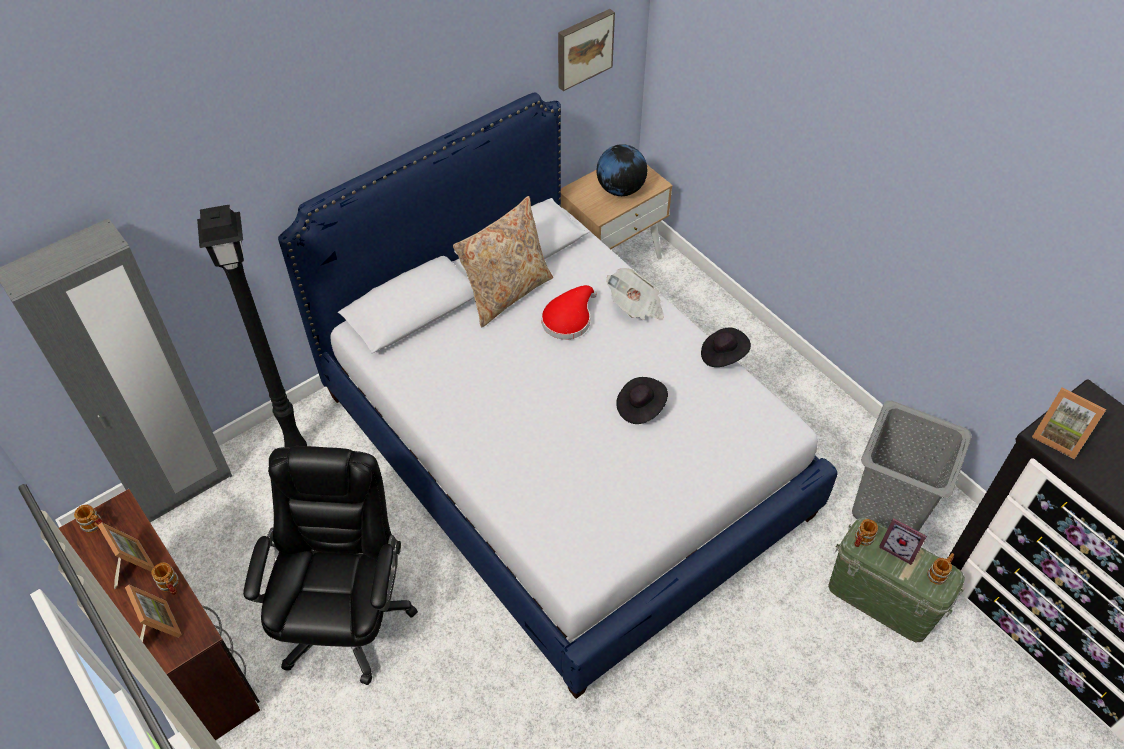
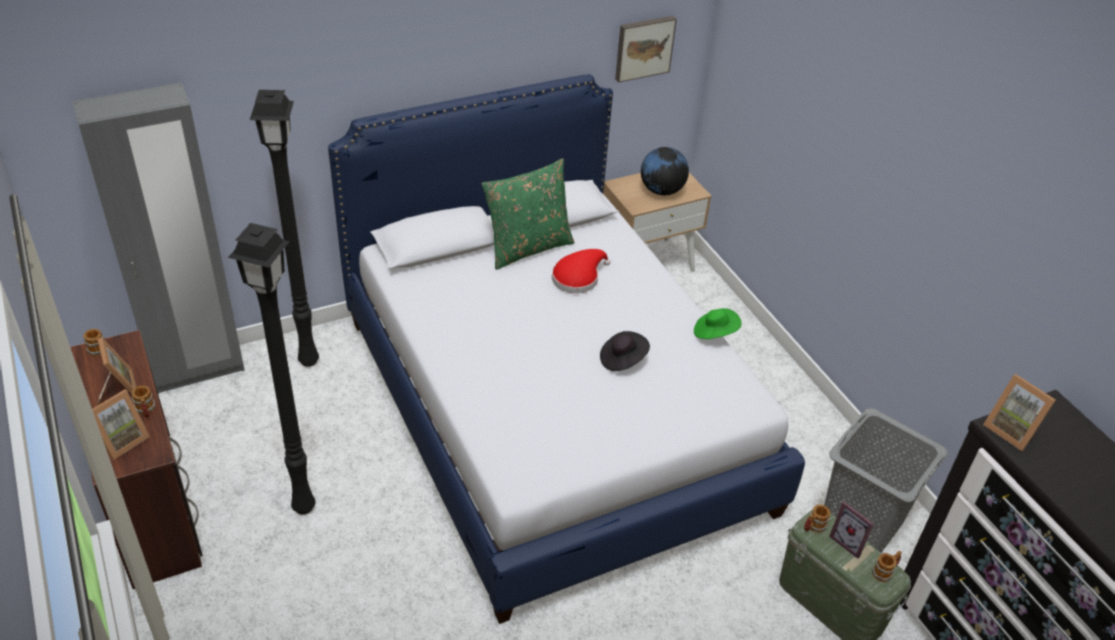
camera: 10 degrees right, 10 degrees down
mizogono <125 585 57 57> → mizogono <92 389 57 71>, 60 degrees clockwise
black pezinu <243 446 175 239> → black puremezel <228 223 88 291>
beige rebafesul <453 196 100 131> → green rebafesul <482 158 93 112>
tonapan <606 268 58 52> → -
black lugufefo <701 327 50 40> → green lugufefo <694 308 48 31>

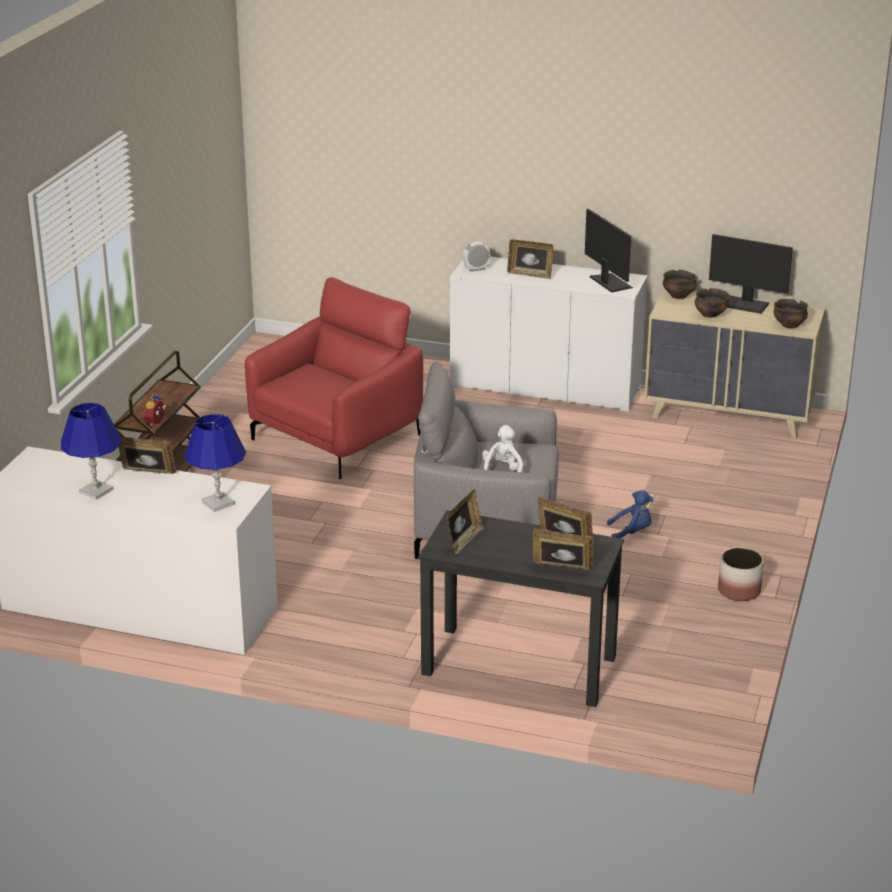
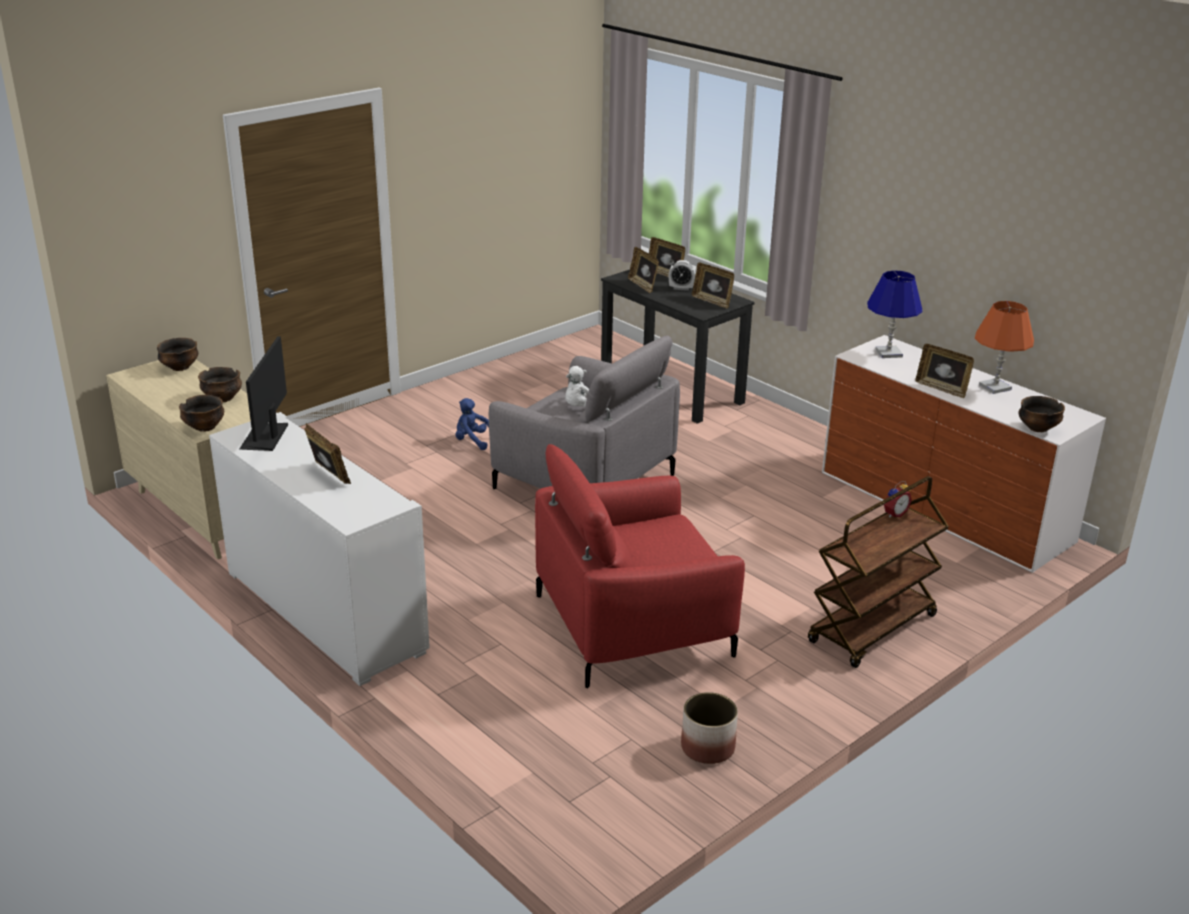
camera: 150 degrees left, 0 degrees up
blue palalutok <61 403 60 96> → orange palalutok <975 301 59 93>
mizogono <446 489 38 66> → mizogono <692 263 42 45>, 105 degrees counterclockwise
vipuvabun <463 241 27 31> → vipuvabun <669 260 27 31>, relocated
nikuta <709 234 84 80> → -
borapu <718 547 46 54> → borapu <681 692 57 72>, relocated
- → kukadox <1018 396 47 36>

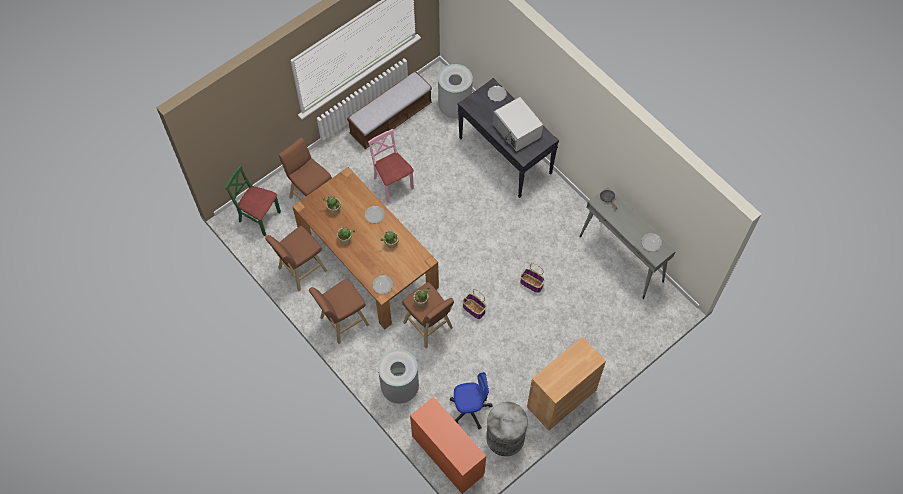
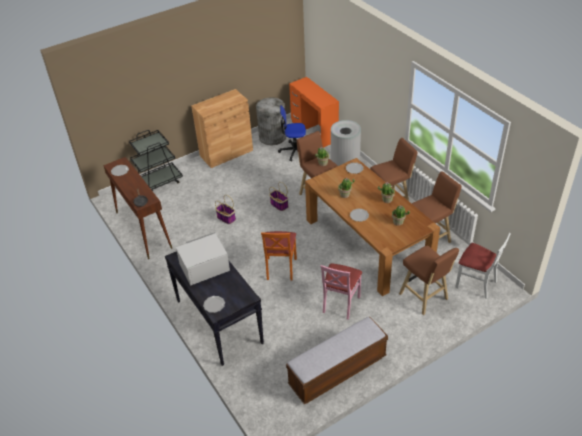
camera: 170 degrees left, 20 degrees down
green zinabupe <225 165 56 71> → white zinabupe <455 233 56 66>
pink zinabupe <368 129 46 74> → pink zinabupe <321 264 41 56>, 45 degrees clockwise
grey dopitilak <438 64 35 54> → -
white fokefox <493 97 50 55> → white fokefox <176 232 54 54>, 90 degrees counterclockwise
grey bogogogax <579 187 97 112> → brown bogogogax <103 157 69 102>
- → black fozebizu <129 130 54 61>
- → orange zinabupe <261 231 36 50>

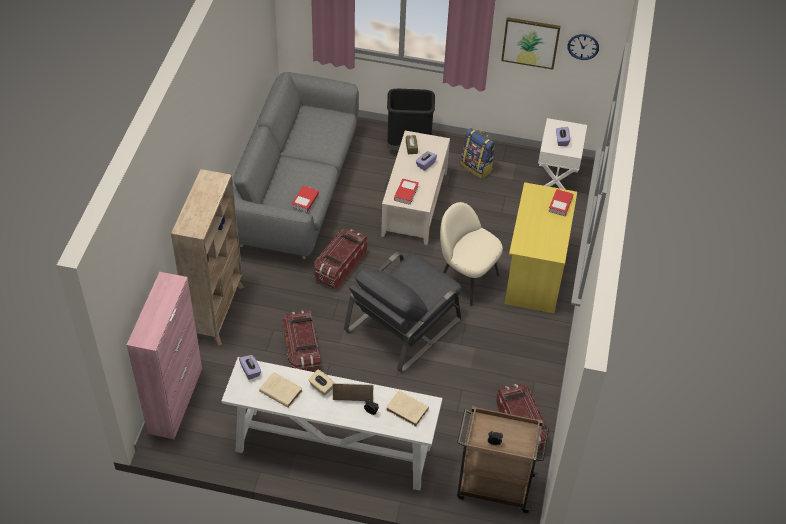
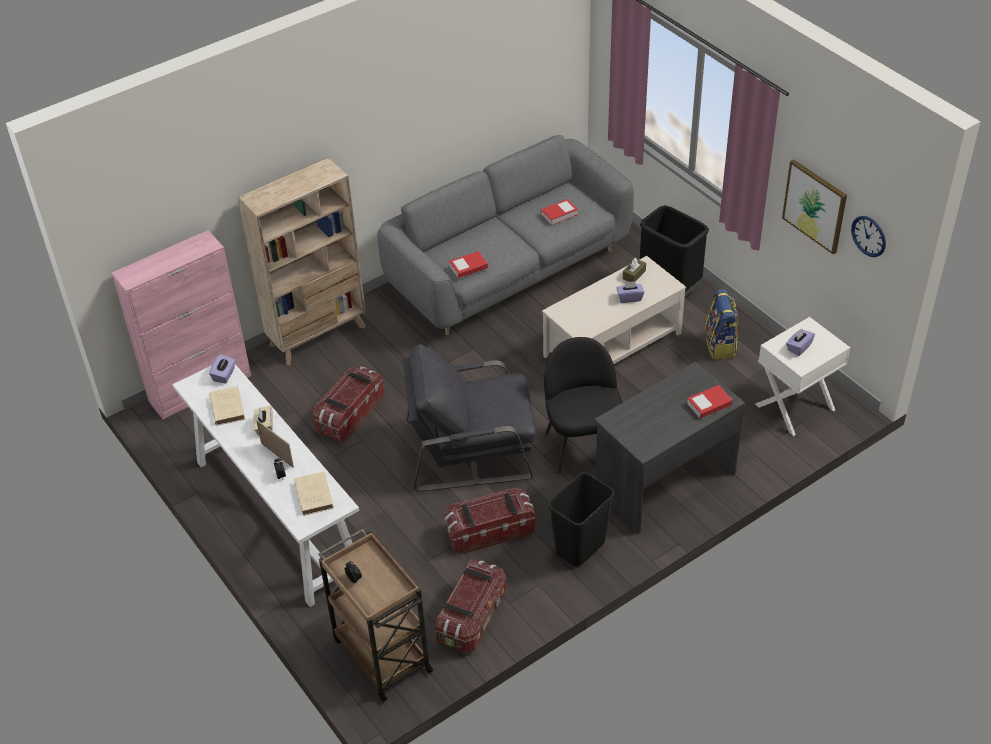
camera: 45 degrees right, 5 degrees down
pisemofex <314 228 53 61> → pisemofex <444 488 91 67>, relocated
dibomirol <394 179 25 26> → dibomirol <541 199 37 26>, relocated
beige zinabupe <440 202 63 104> → black zinabupe <544 337 79 136>
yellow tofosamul <505 182 72 131> → grey tofosamul <594 361 151 173>
- → black dopitilak <548 472 67 94>

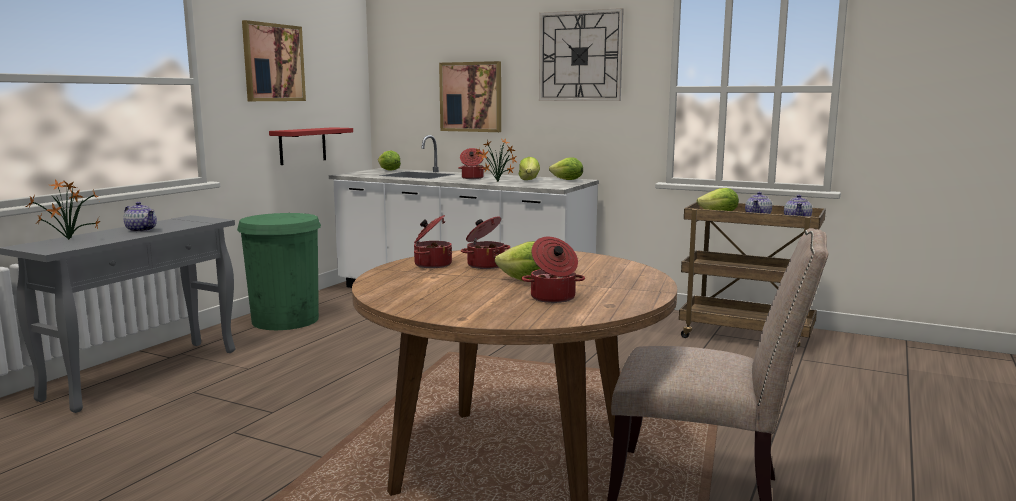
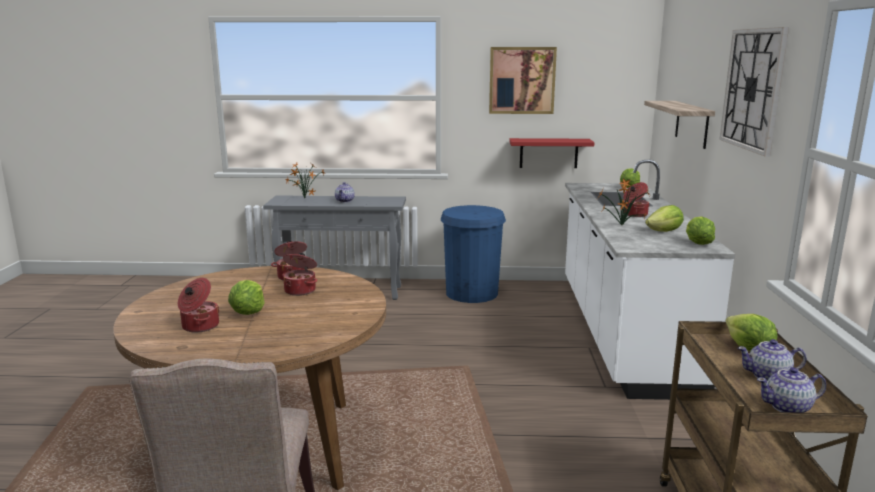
camera: 65 degrees right, 5 degrees up
green dopitilak <237 213 84 117> → blue dopitilak <441 205 65 98>
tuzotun <439 61 62 71> → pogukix <644 101 71 48>

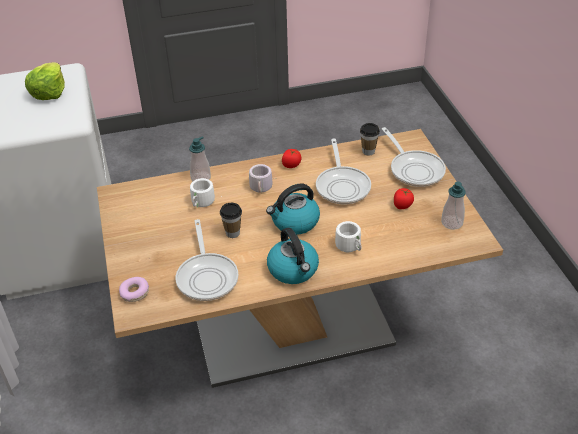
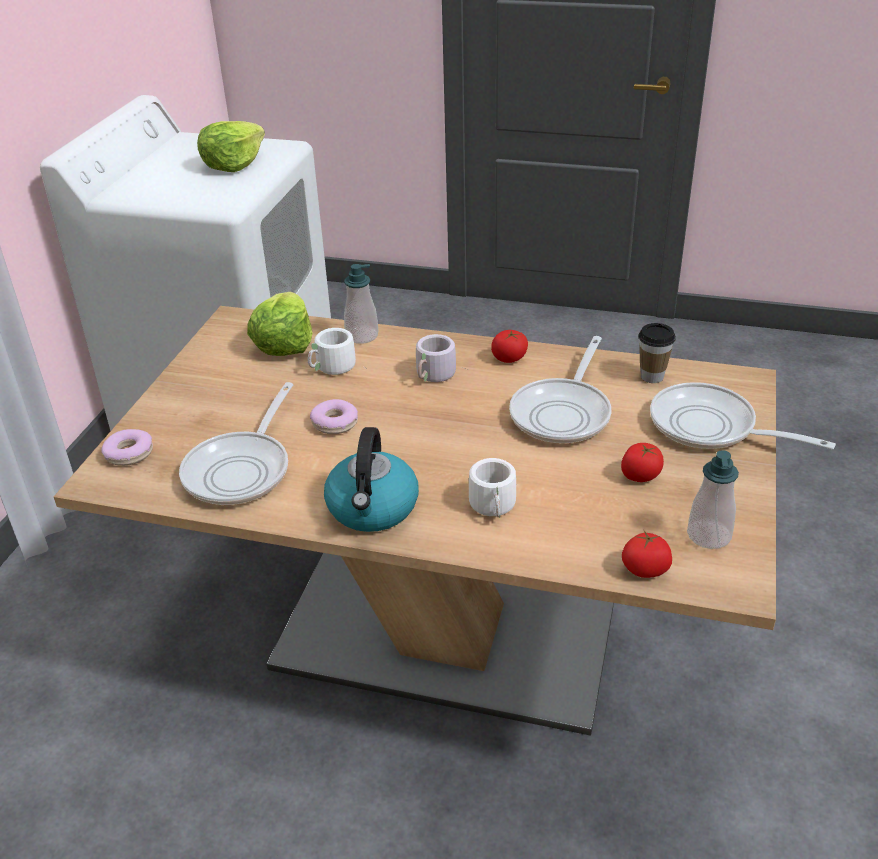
camera: 30 degrees right, 5 degrees down
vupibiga <220 203 22 35> → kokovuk <310 399 48 35>
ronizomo <266 183 54 52> → -
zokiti <382 127 64 60> → zokiti <650 382 186 67>, 120 degrees clockwise
- → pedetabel <247 292 66 64>
- → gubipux <622 531 50 47>

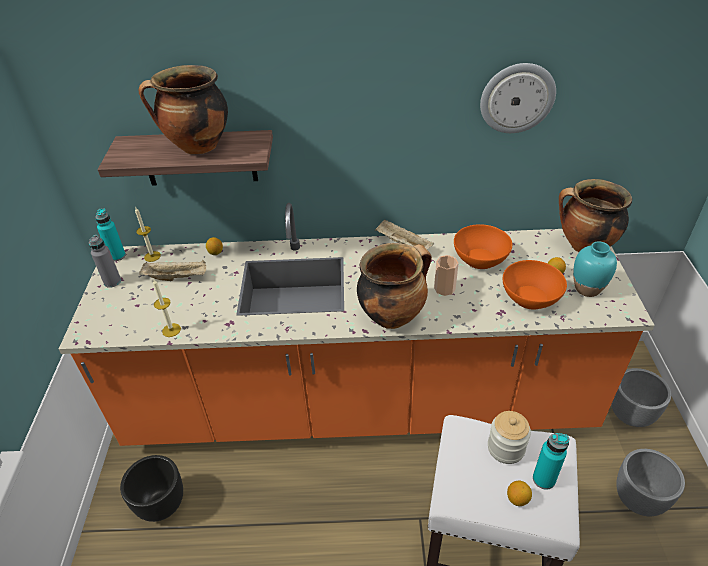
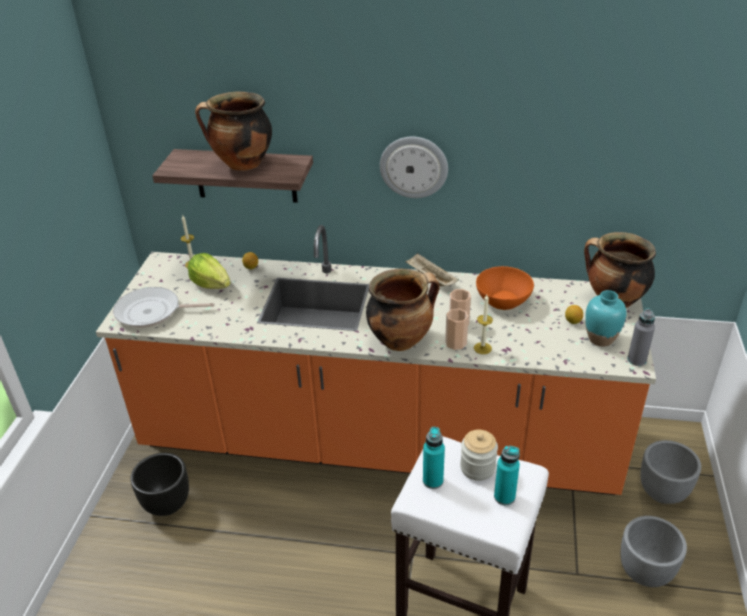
camera: 10 degrees right, 5 degrees down
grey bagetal <89 235 32 53> → grey bagetal <627 309 28 57>, relocated
turquoise bagetal <95 208 31 53> → turquoise bagetal <423 427 22 62>, relocated
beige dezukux <139 260 67 21> → pedetabel <188 253 43 36>
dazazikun <153 279 28 58> → dazazikun <474 295 19 59>, relocated
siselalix <480 63 76 70> → siselalix <380 137 68 61>, relocated
orange kukadox <503 260 64 50> → -
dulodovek <507 481 25 25> → -
- → zokiti <113 287 101 41>
- → vupibiga <445 309 23 41>

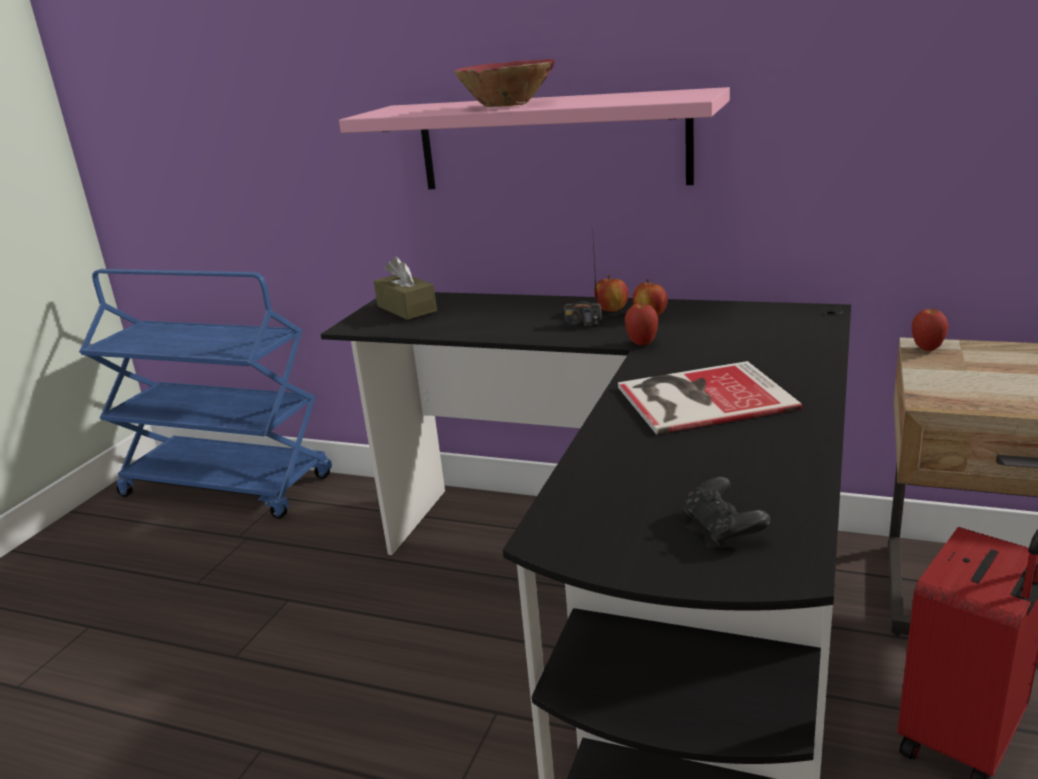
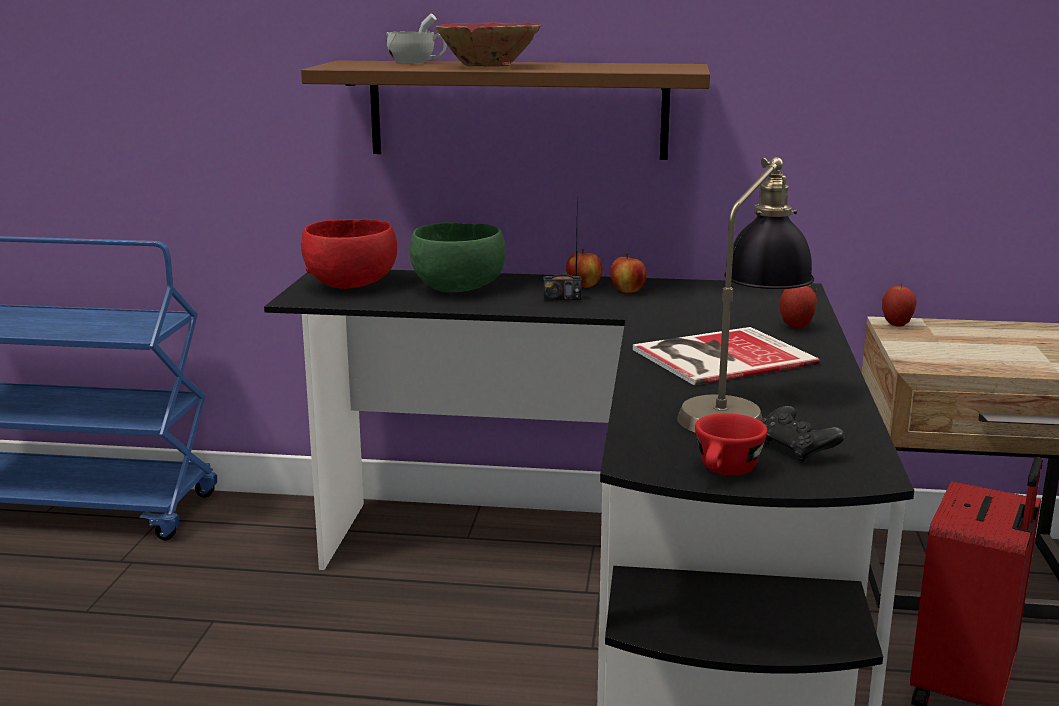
camera: 15 degrees left, 5 degrees down
pink pogukix <339 87 391 102> → brown pogukix <301 60 409 100>
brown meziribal <374 256 63 64> → red kukadox <301 219 96 70>
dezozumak <625 303 33 42> → dezozumak <780 286 37 43>, relocated
- → white vupibiga <386 13 60 51>
- → green kukadox <410 222 96 71>
- → palalutok <677 157 137 276>
- → red vupibiga <695 413 73 63>

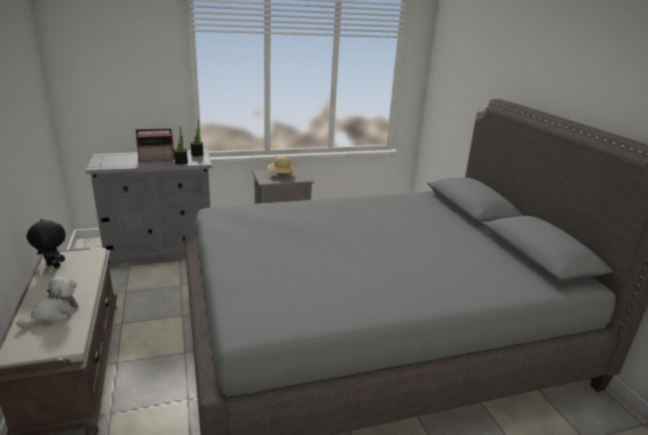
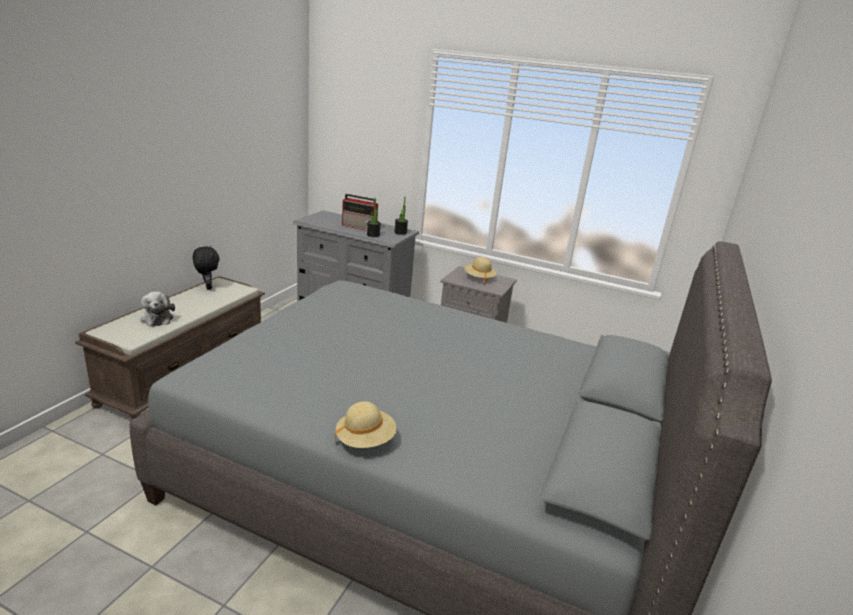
camera: 40 degrees right, 0 degrees up
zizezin <17 275 61 53> → zizezin <140 291 35 35>, 75 degrees clockwise
- → beige lugufefo <335 401 62 47>

